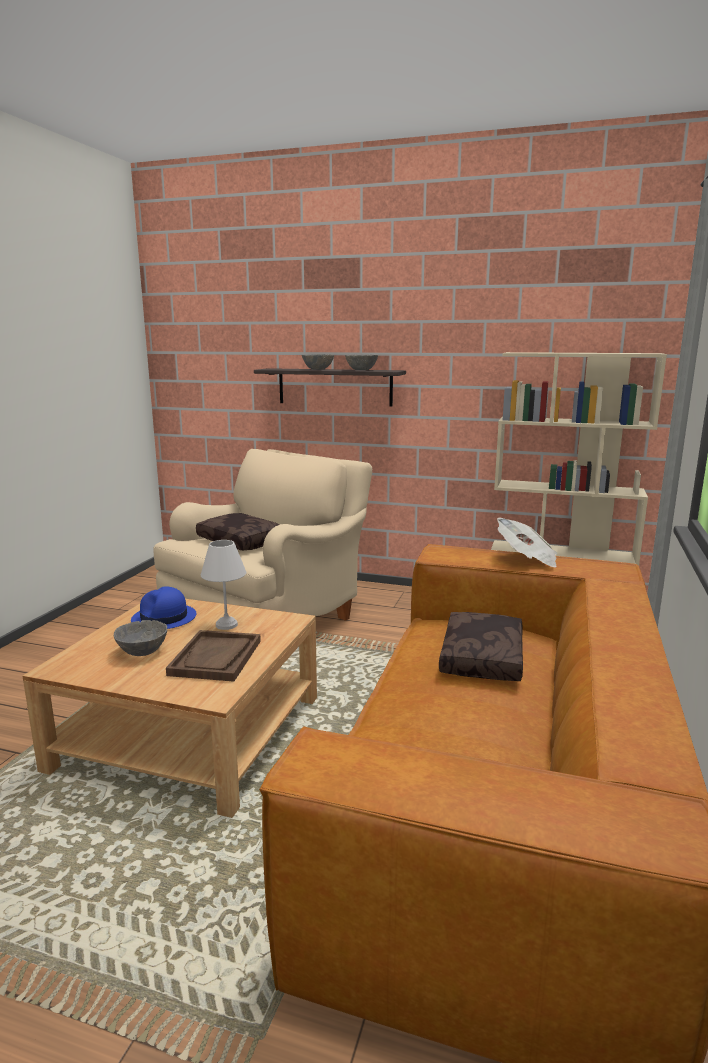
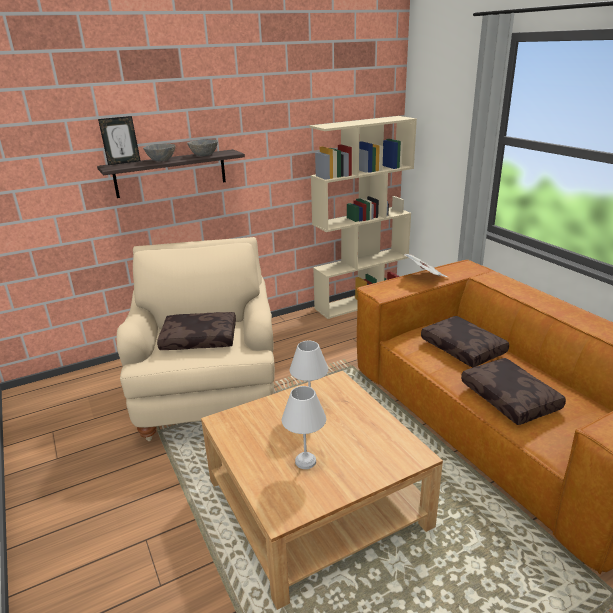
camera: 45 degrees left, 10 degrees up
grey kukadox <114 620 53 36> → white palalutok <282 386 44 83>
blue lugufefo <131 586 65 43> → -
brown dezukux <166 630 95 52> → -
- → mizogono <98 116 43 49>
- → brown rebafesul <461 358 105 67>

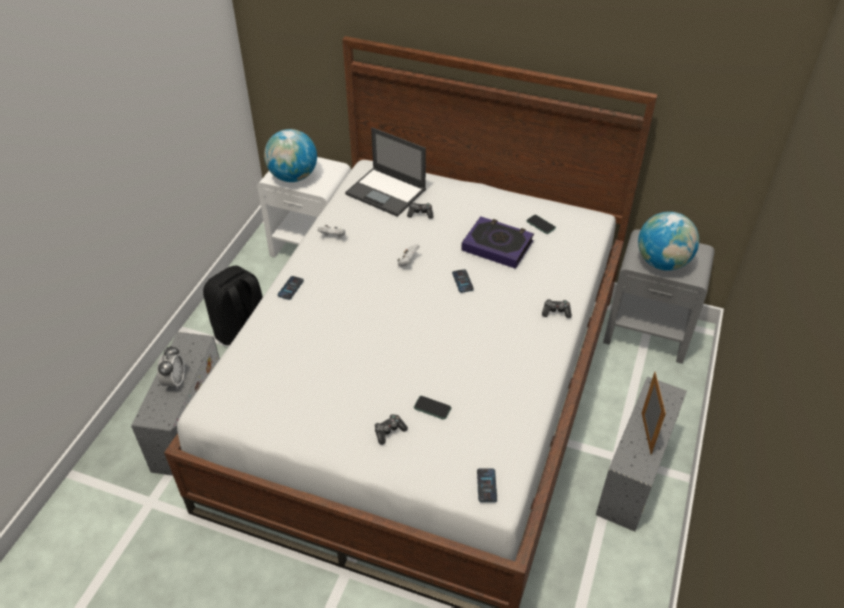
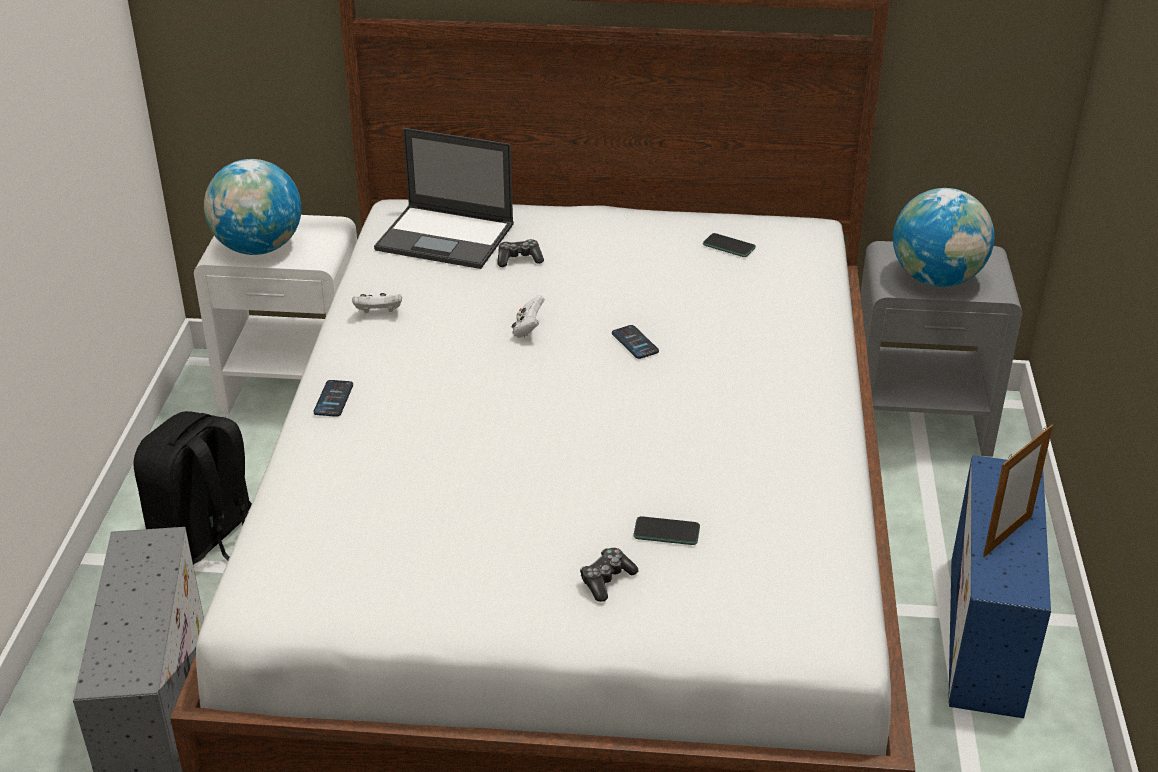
camera: 15 degrees left, 10 degrees down
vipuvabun <157 346 28 43> → -
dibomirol <461 216 73 53> → -
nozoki <477 468 20 34> → -
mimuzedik <542 299 30 19> → -
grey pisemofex <596 377 91 155> → blue pisemofex <948 455 103 263>
mizogono <641 371 25 84> → mizogono <983 425 70 132>, 60 degrees clockwise

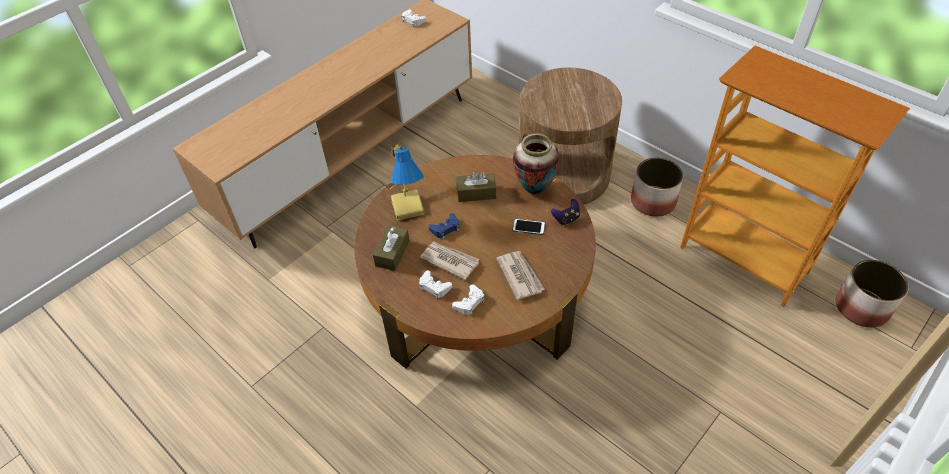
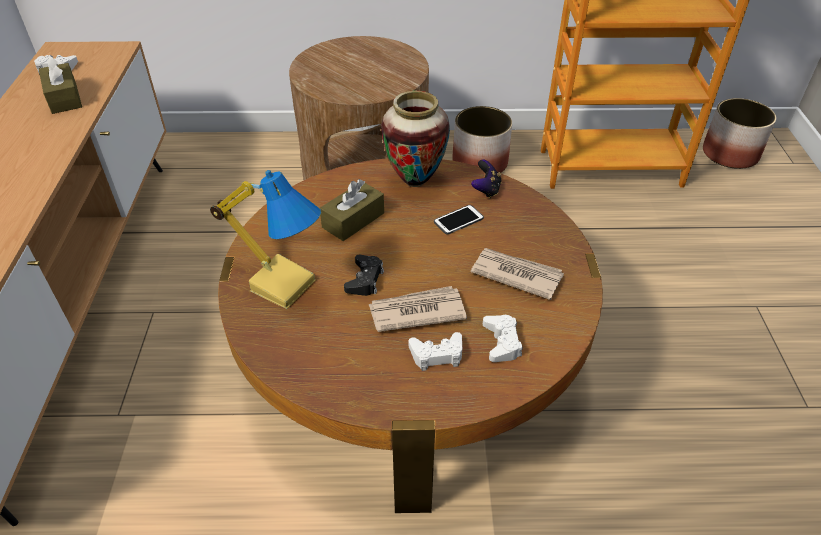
camera: 45 degrees left, 5 degrees down
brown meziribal <373 225 37 46> → brown meziribal <39 55 43 59>, relocated
blue mimuzedik <429 213 30 26> → black mimuzedik <344 255 40 41>

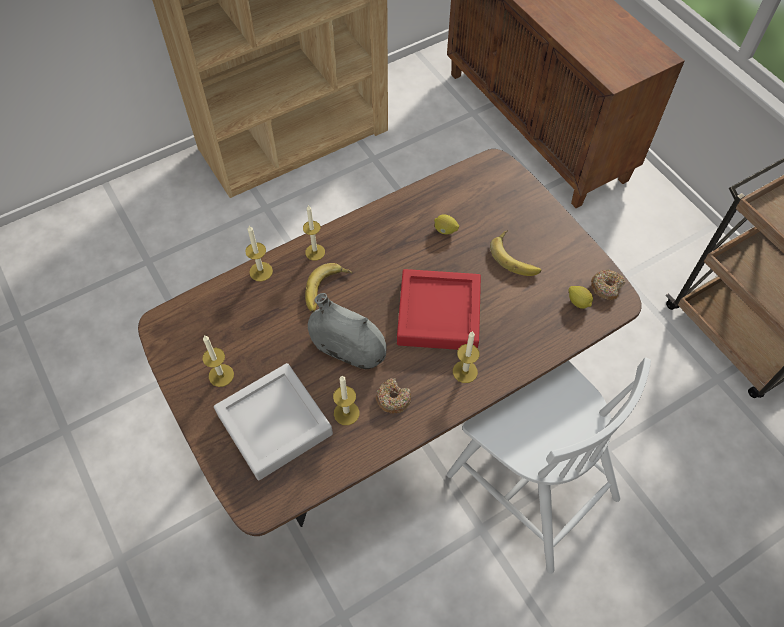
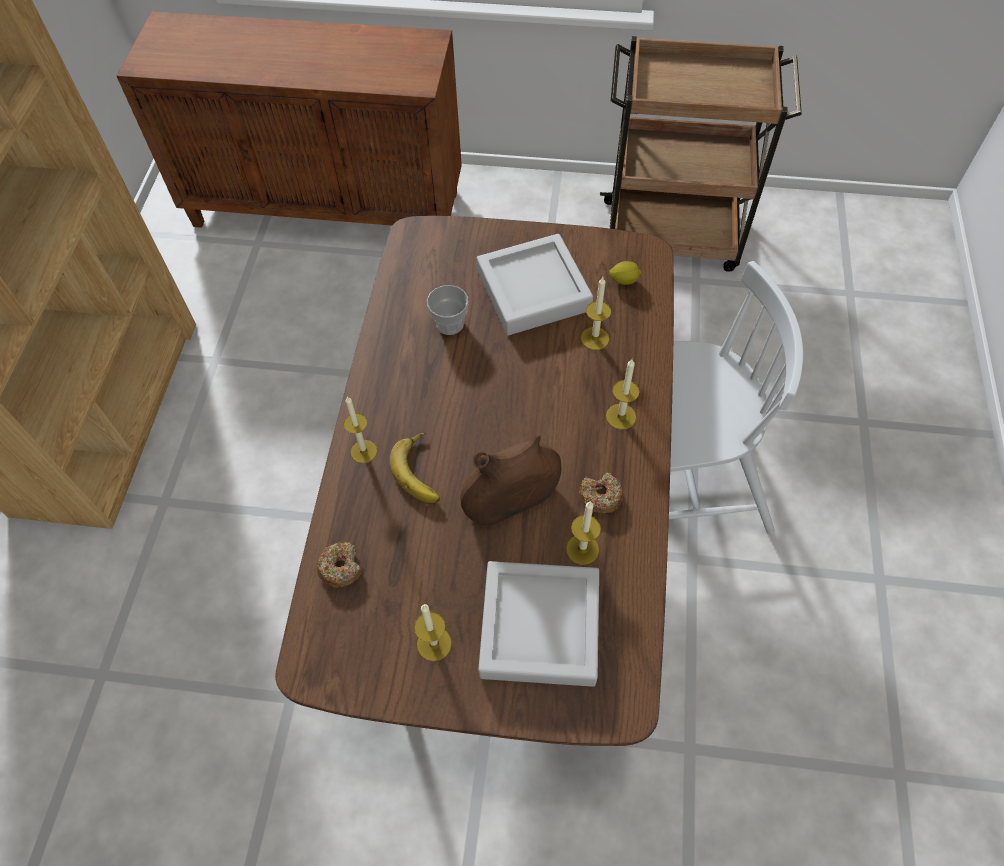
camera: 50 degrees left, 0 degrees up
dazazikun <245 226 28 55> → dazazikun <581 277 30 73>, relocated
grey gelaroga <308 293 79 76> → brown gelaroga <460 435 101 90>
red dezukux <397 269 84 81> → -
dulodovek <434 214 25 20> → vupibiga <427 285 42 50>
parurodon <490 230 51 46> → grey dezukux <477 234 116 101>
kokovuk <591 270 34 30> → kokovuk <317 542 45 46>, relocated

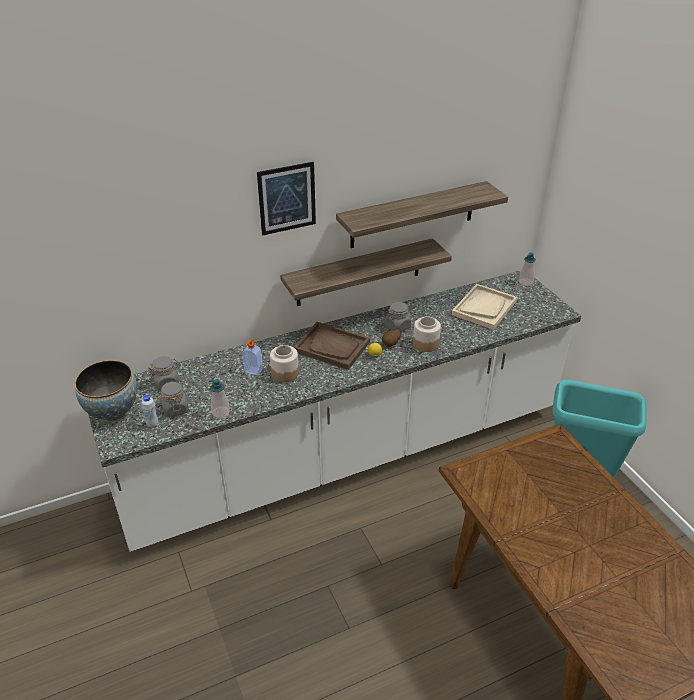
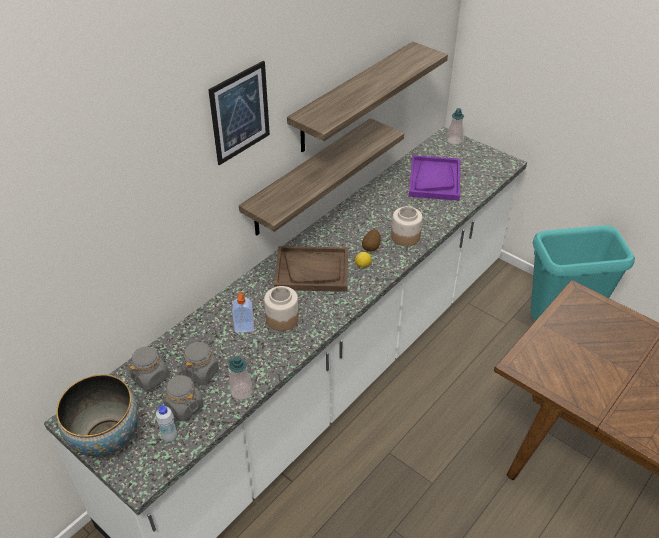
camera: 25 degrees left, 5 degrees up
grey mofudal <385 302 26 30> → grey mofudal <181 341 38 45>, relocated
beige dezukux <452 284 65 46> → purple dezukux <409 155 51 46>

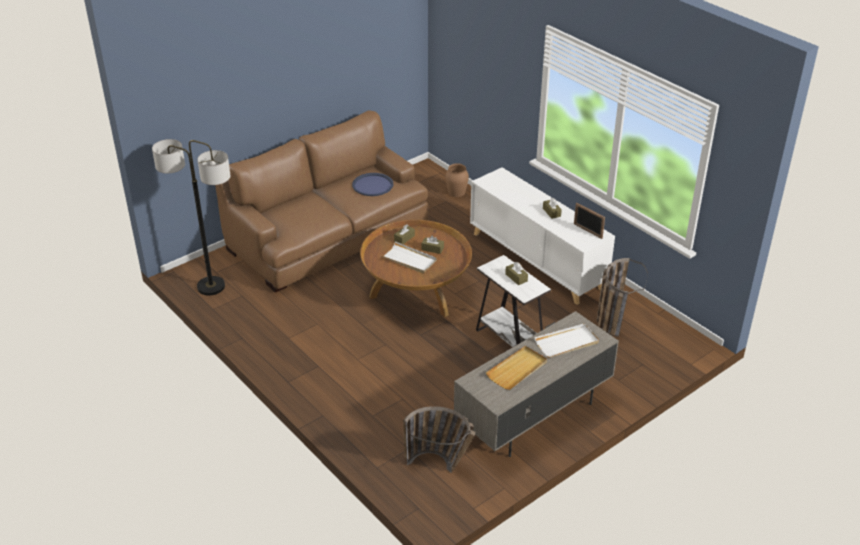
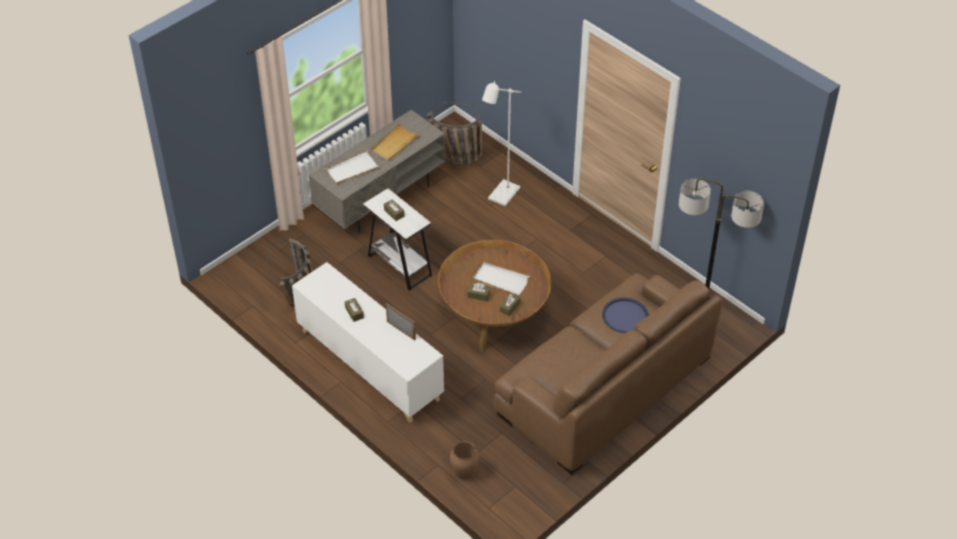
camera: 175 degrees right, 10 degrees up
blue dezukux <352 173 41 23> → blue dezukux <602 297 47 36>, relocated
mizogono <574 203 31 36> → mizogono <386 303 30 37>, relocated
- → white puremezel <482 81 40 125>

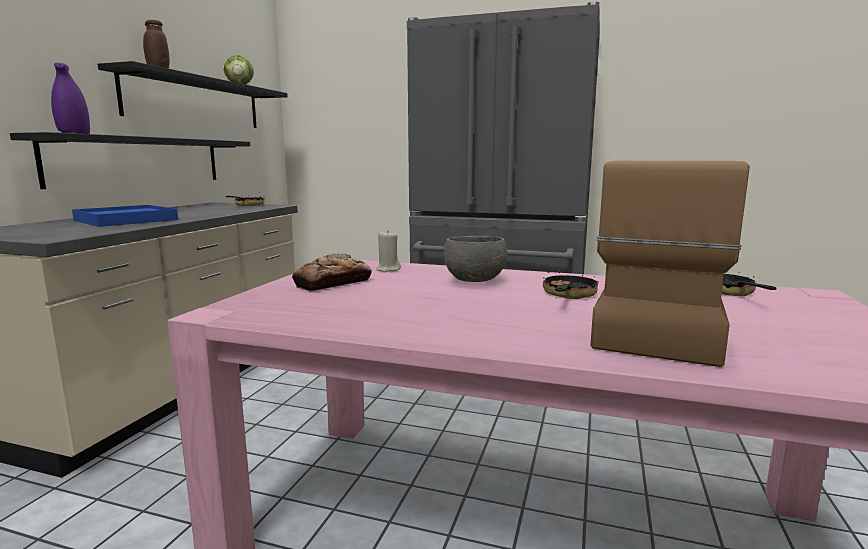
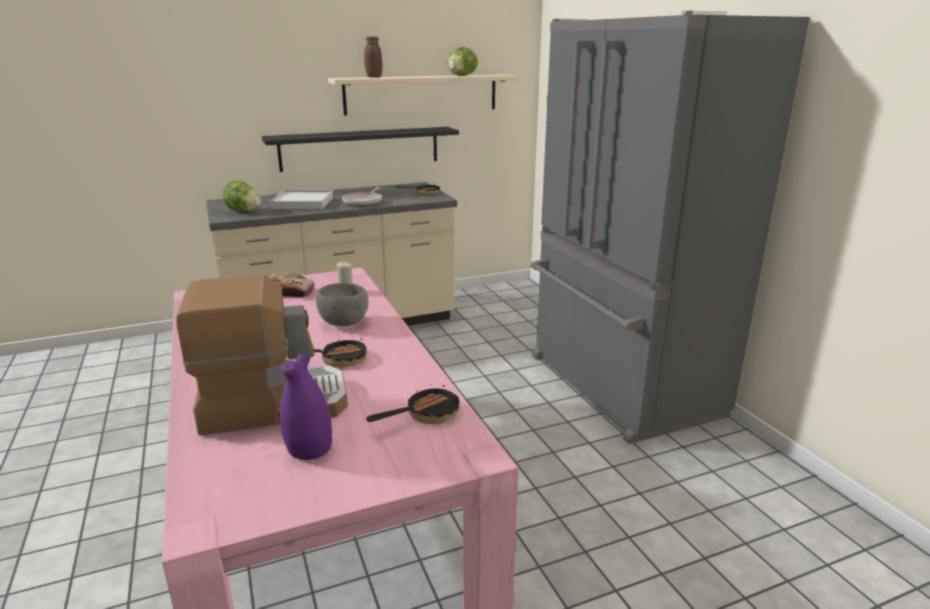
camera: 50 degrees right, 10 degrees up
purple gelaroga <51 63 39 71> → purple gelaroga <280 354 52 106>, relocated
blue dezukux <72 205 106 22> → white dezukux <270 190 63 19>
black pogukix <98 61 190 67> → beige pogukix <328 74 192 41>
- → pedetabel <222 181 39 31>
- → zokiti <342 187 40 19>

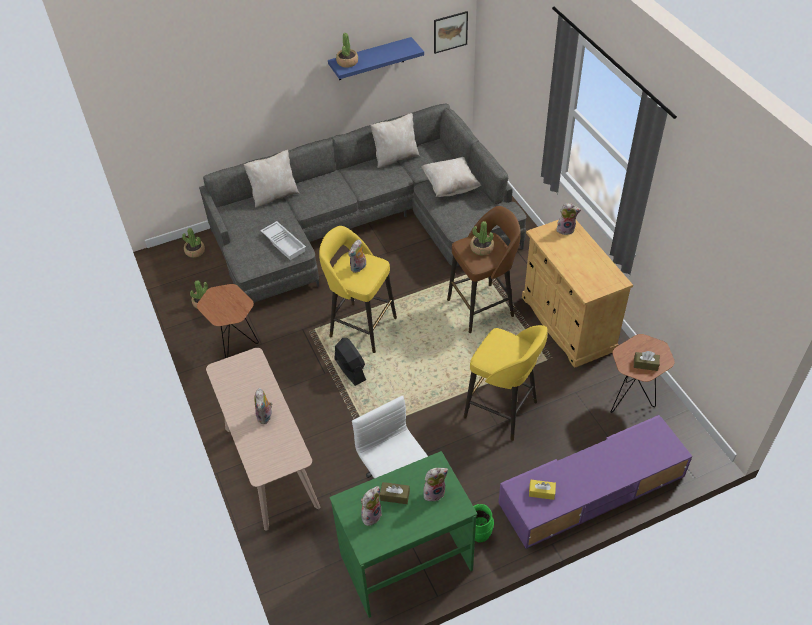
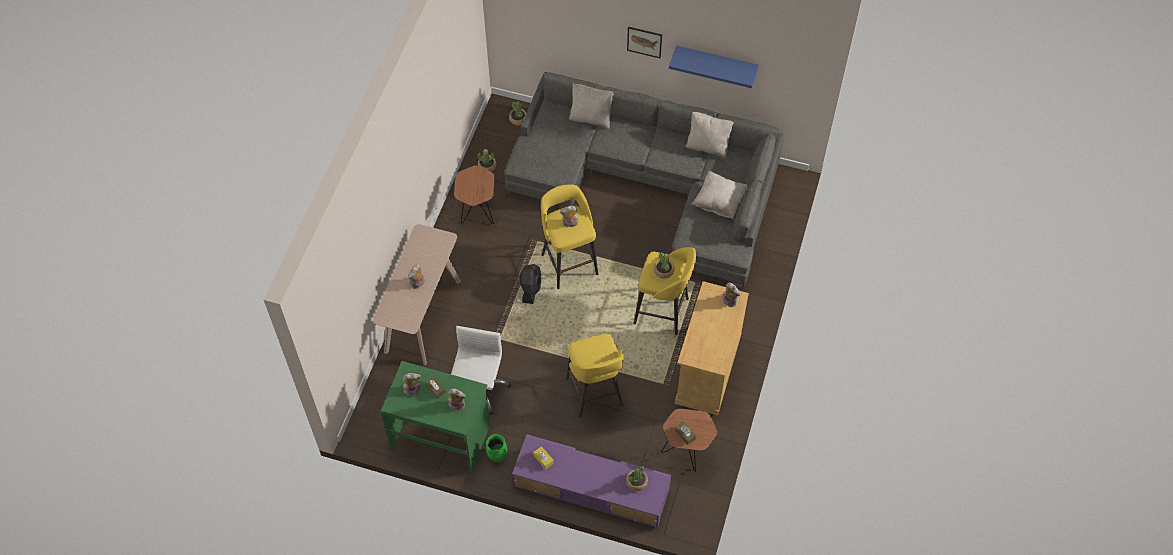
camera: 40 degrees right, 10 degrees up
white dezukux <260 221 46 39> → -
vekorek <336 33 22 35> → vekorek <626 466 22 25>, relocated
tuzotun <434 11 34 43> → tuzotun <627 27 35 31>, relocated
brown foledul <447 206 74 127> → yellow foledul <633 247 63 88>

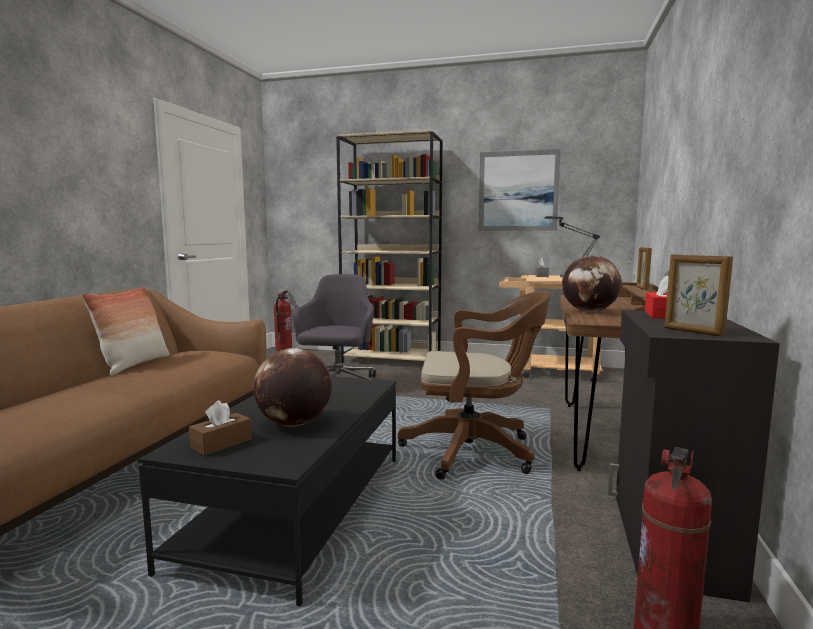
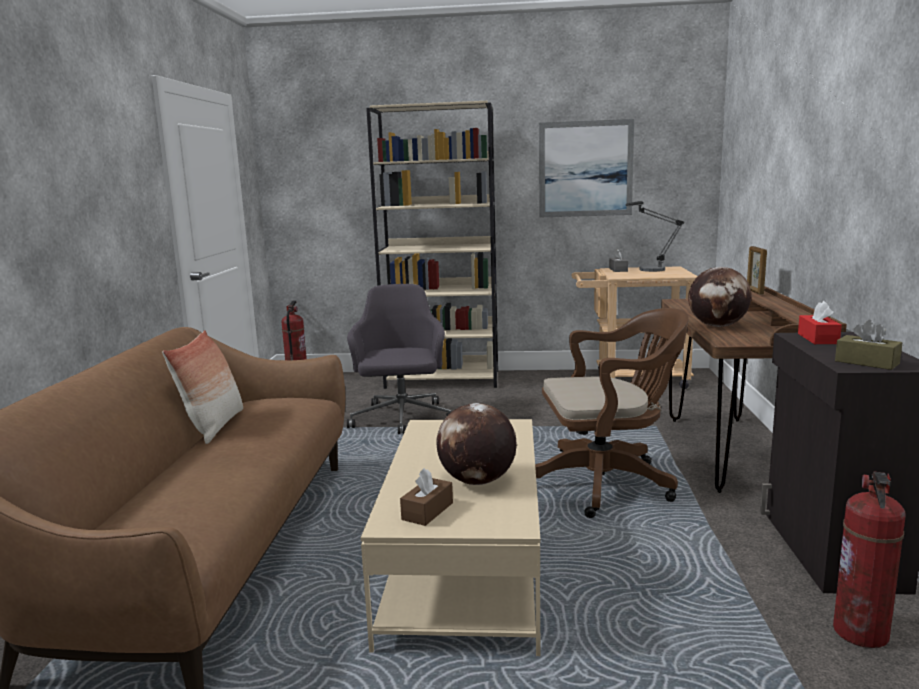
camera: 10 degrees left, 5 degrees up
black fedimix <138 376 258 231> → beige fedimix <361 419 180 237>
mizogono <664 255 69 81> → brown meziribal <835 320 67 50>

